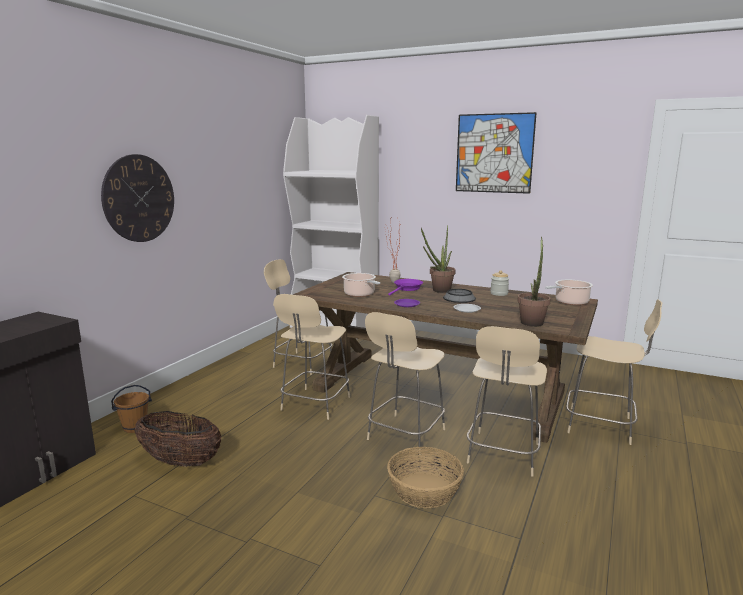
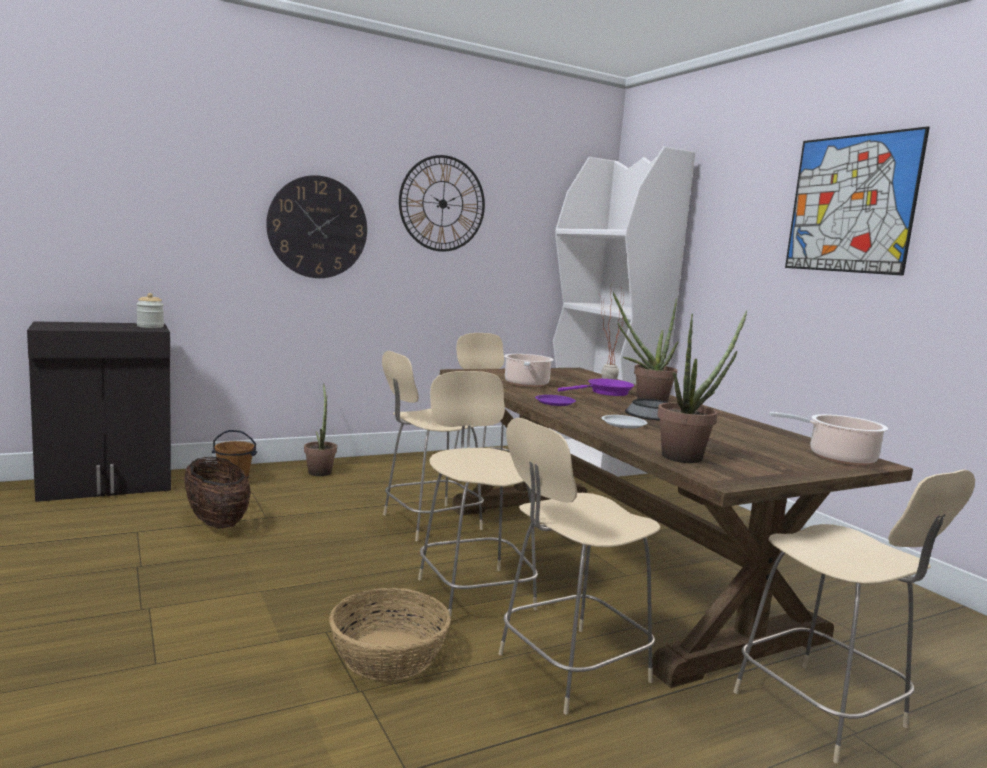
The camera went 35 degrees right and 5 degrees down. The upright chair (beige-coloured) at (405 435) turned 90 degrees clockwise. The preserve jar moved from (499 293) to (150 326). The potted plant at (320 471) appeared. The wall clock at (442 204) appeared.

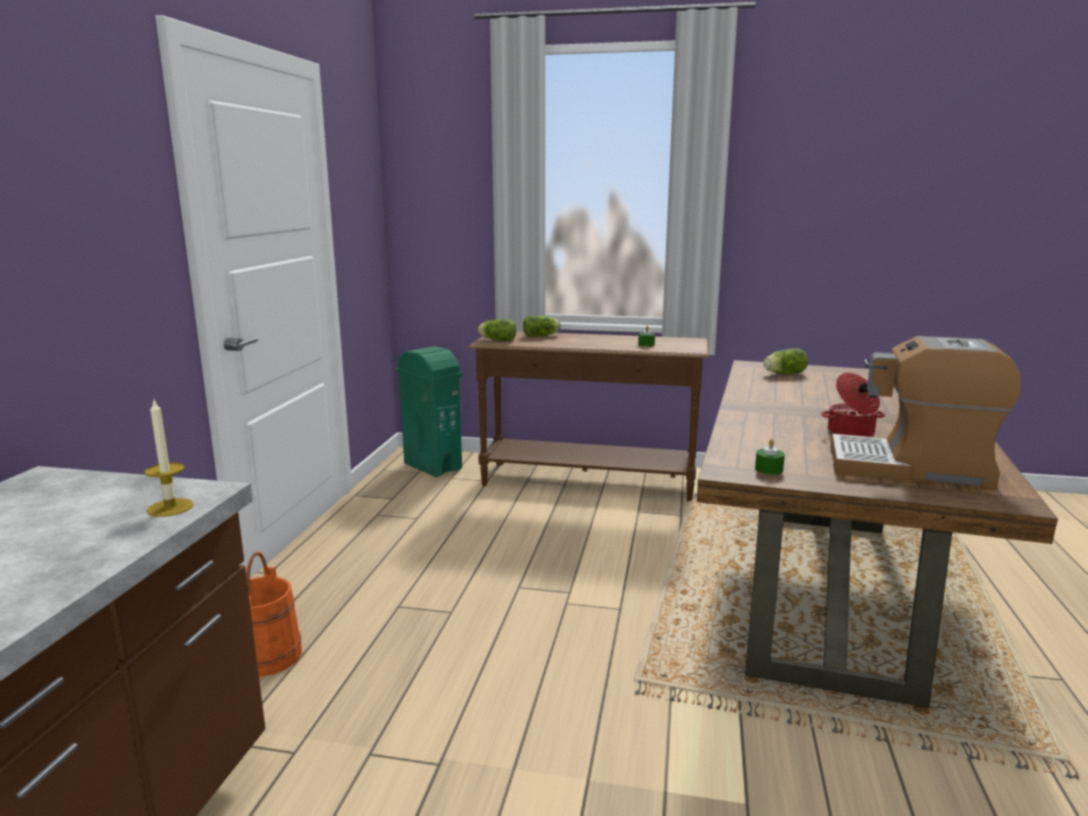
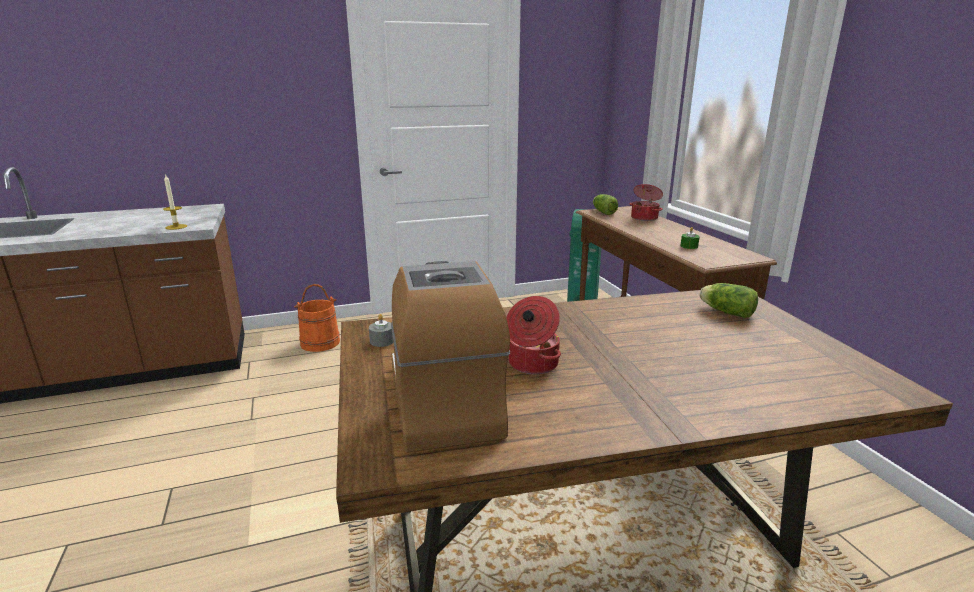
The camera went 60 degrees right and 5 degrees up. The lettuce at (542 336) was replaced by the cooking pot at (645 218). The wax candle (greenish) at (769 469) became the wax candle (grey) at (382 341).

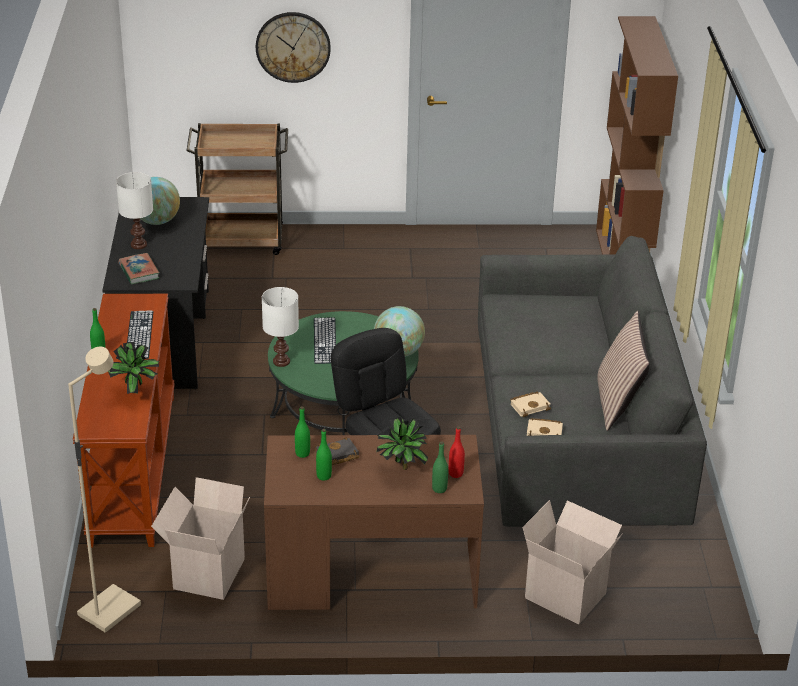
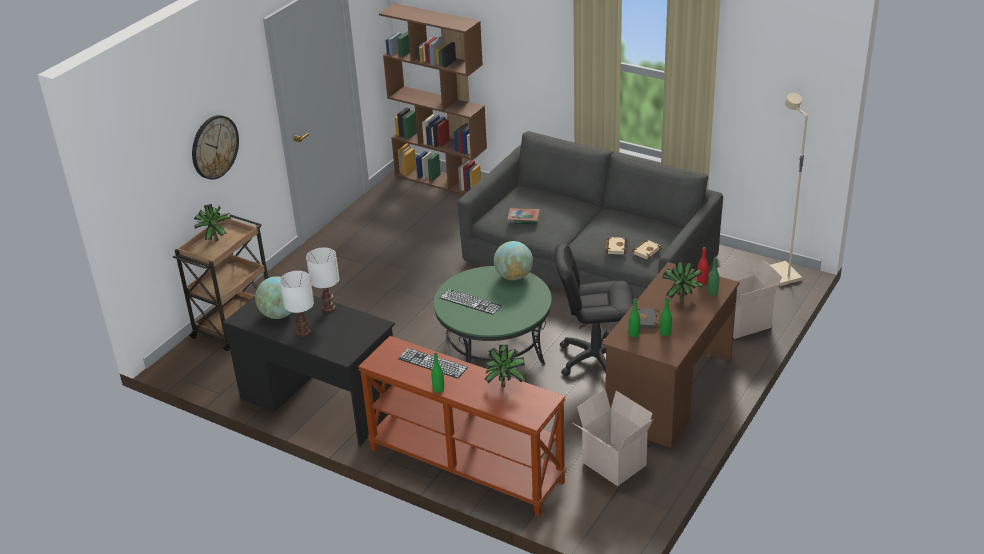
The camera went 55 degrees left and 0 degrees up. The standing lamp (beige-coloured) moved from (109 609) to (781 275). The volume moved from (139 271) to (523 218). The lamp for a table (whitish) moved from (282 362) to (329 308). The pillow at (618 403) disappeared. The potted plant at (215 239) appeared.

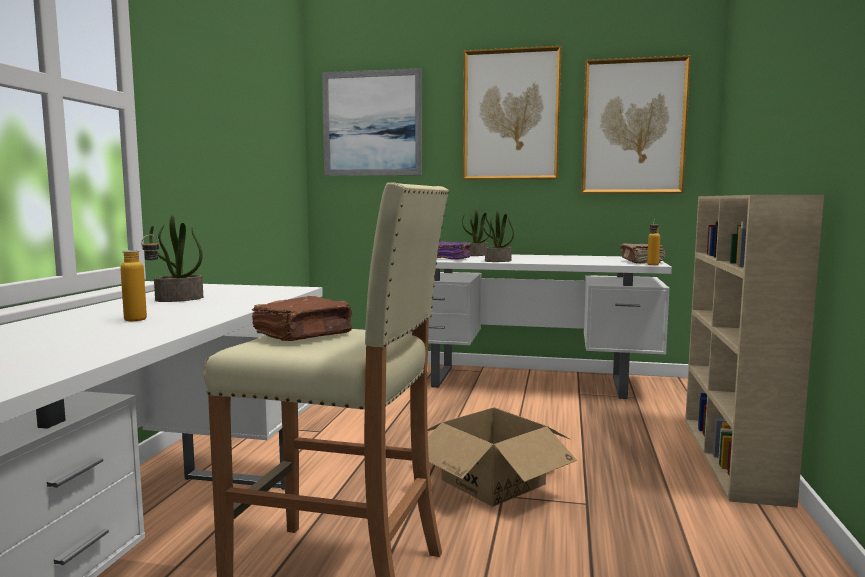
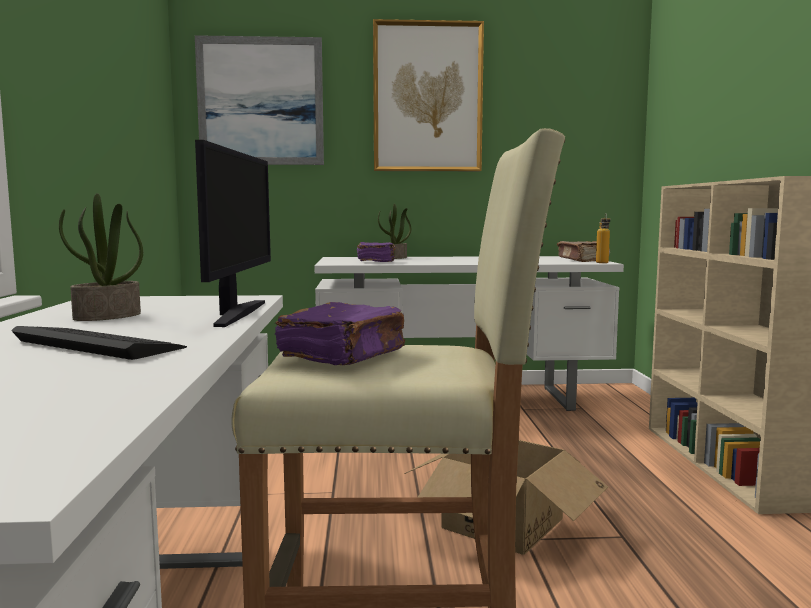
The camera went 15 degrees left and 0 degrees up. The bottle at (144 318) was replaced by the PC keyboard at (98 344). The volume (brownish) at (304 335) became the volume (purple-coloured) at (345 356). The potted plant at (498 261) disappeared. The wall picture at (633 127) disappeared. The monitor at (237 313) appeared.

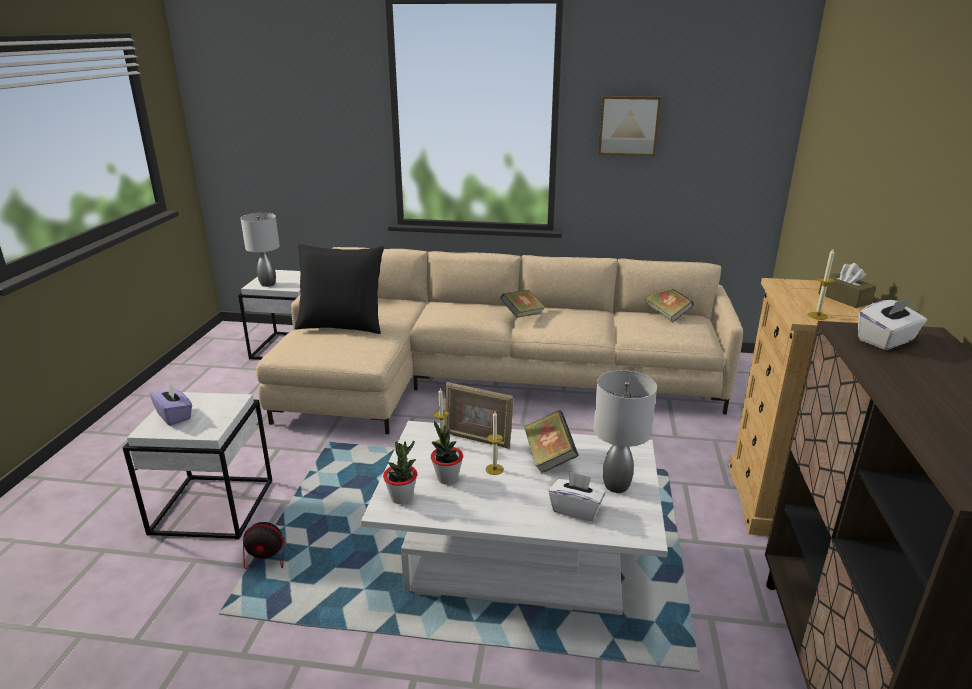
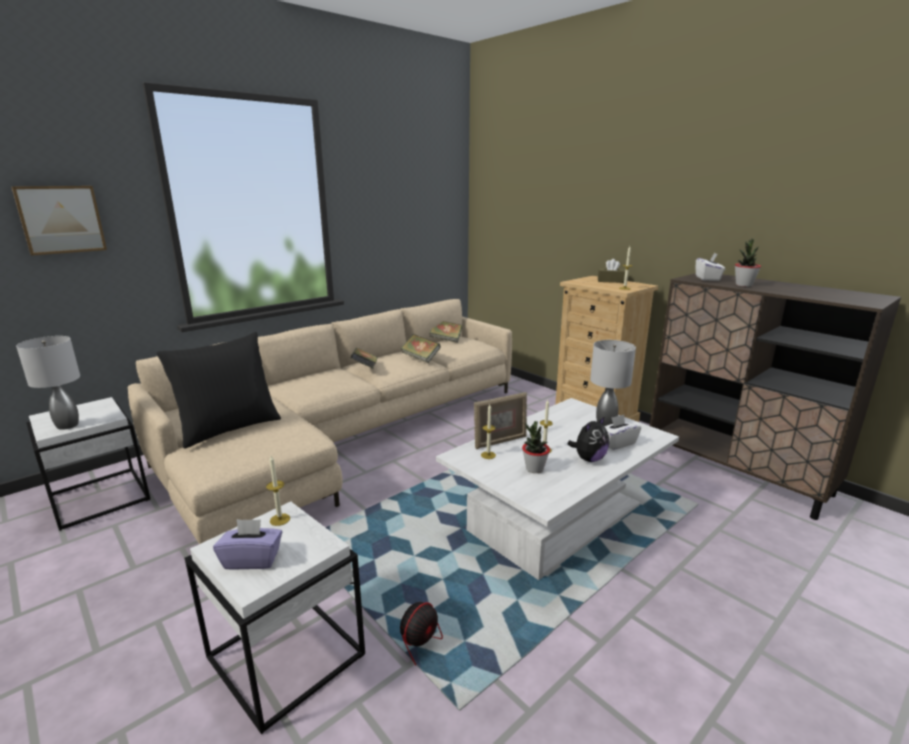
The camera went 50 degrees left and 5 degrees down. The potted plant moved from (402 497) to (743 285). The volume moved from (549 457) to (420 358). The wall picture moved from (628 125) to (61 219). The wax candle at (280 519) appeared. The soft toy at (589 459) appeared.

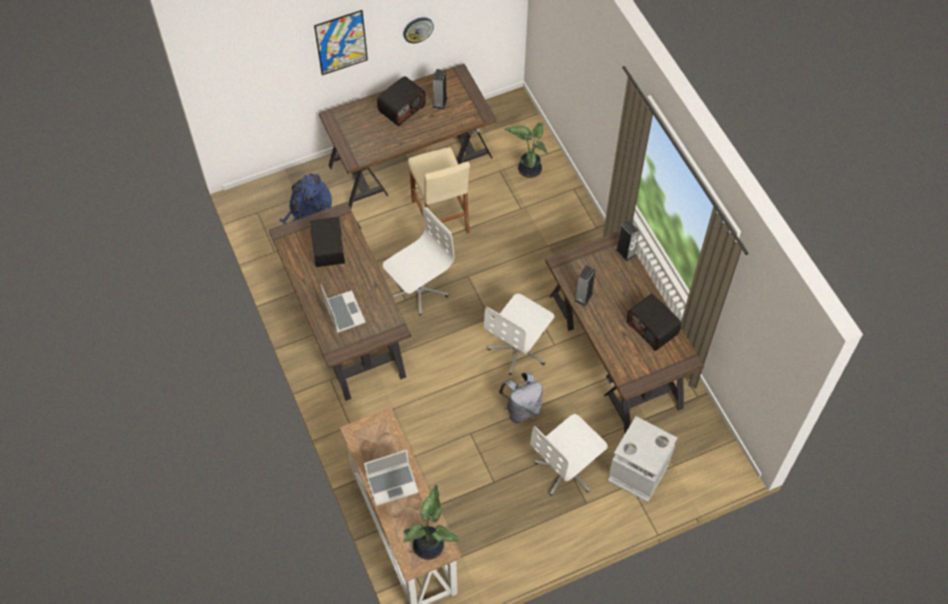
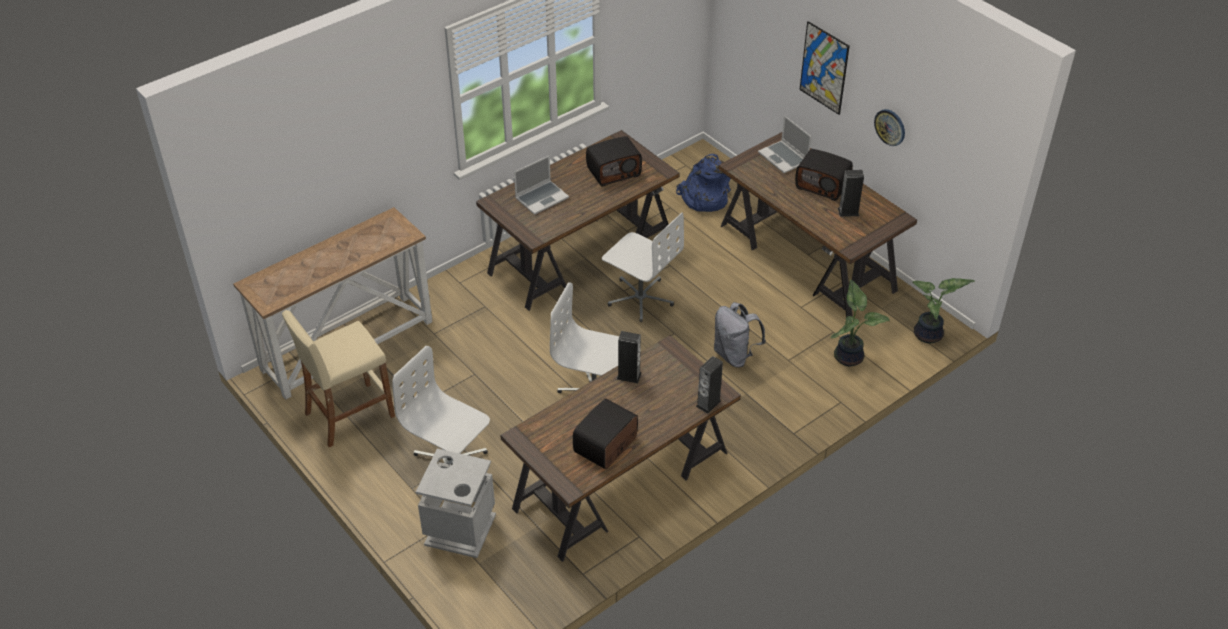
The camera went 75 degrees right and 15 degrees down. The laptop moved from (392 484) to (784 158). The potted plant moved from (430 545) to (929 335). The stool (beige-coloured) moved from (440 217) to (349 415). The backpack (grey) moved from (522 409) to (735 355).

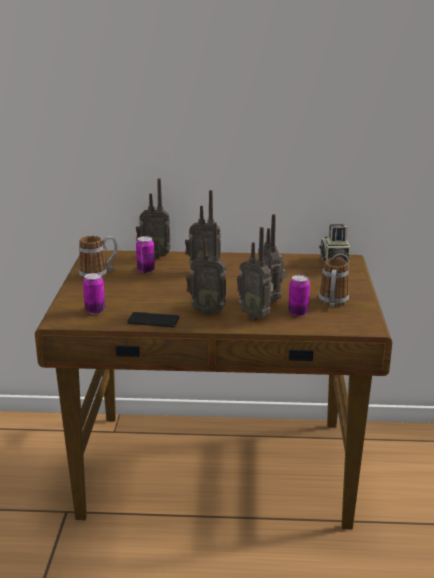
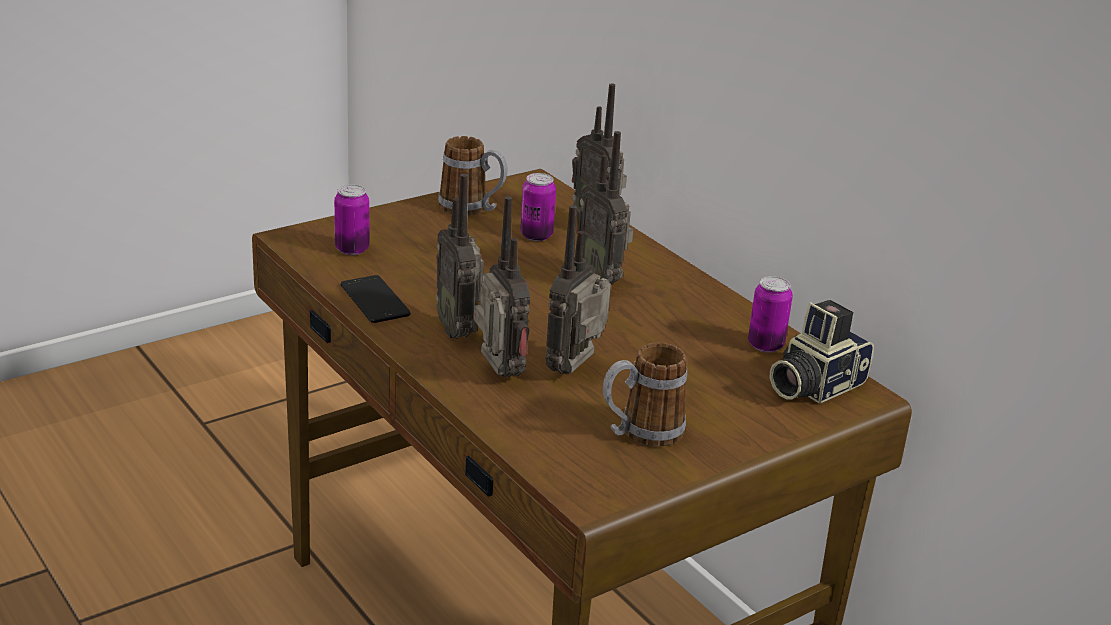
The camera went 50 degrees right and 5 degrees up. The radio at (255 315) turned 150 degrees clockwise. The can moved from (298 313) to (765 345).

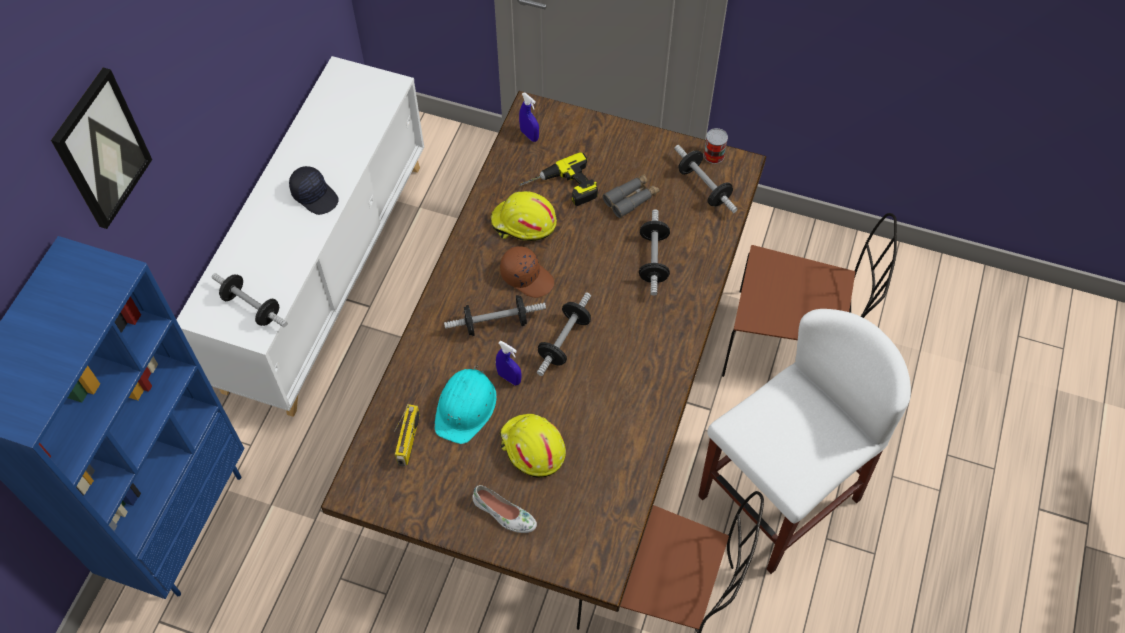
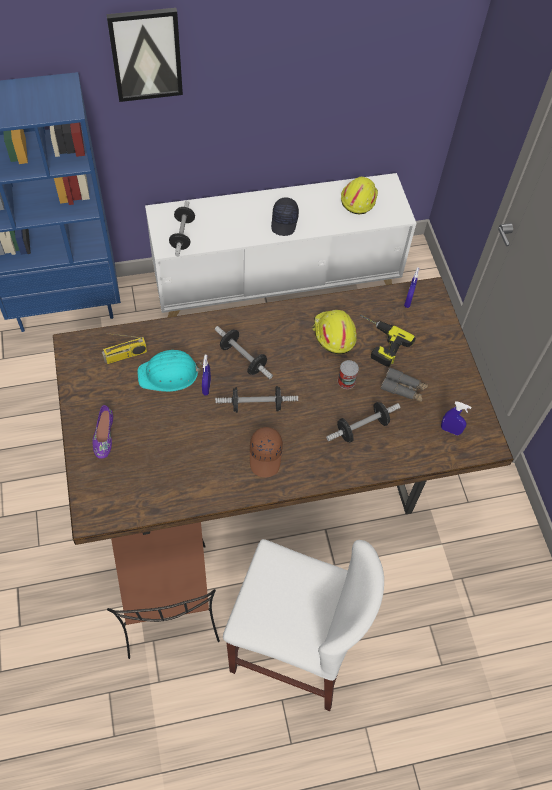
The camera went 55 degrees right and 0 degrees up. The item of footwear (whitish) at (504 514) became the item of footwear (purple-coloured) at (103 436). The baseball cap (brownish) moved from (527 276) to (266 455). The hard hat (yellowish) moved from (532 448) to (358 199). The free weight at (704 187) was replaced by the spray bottle (blue) at (450 430). The can moved from (714 155) to (346 381). The upright chair (brownish) at (791 345) disappeared.

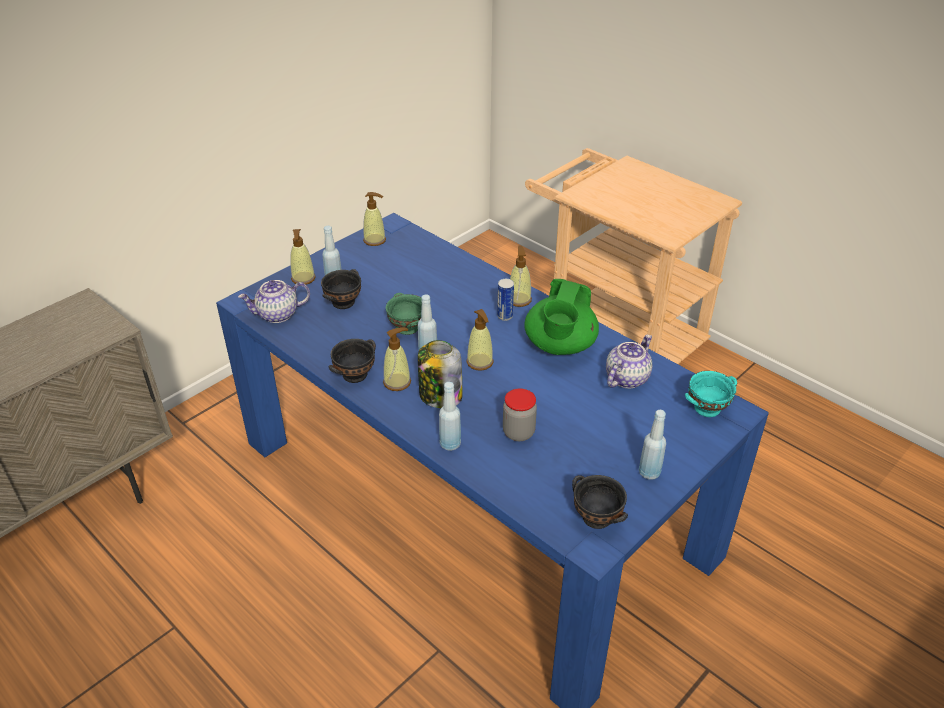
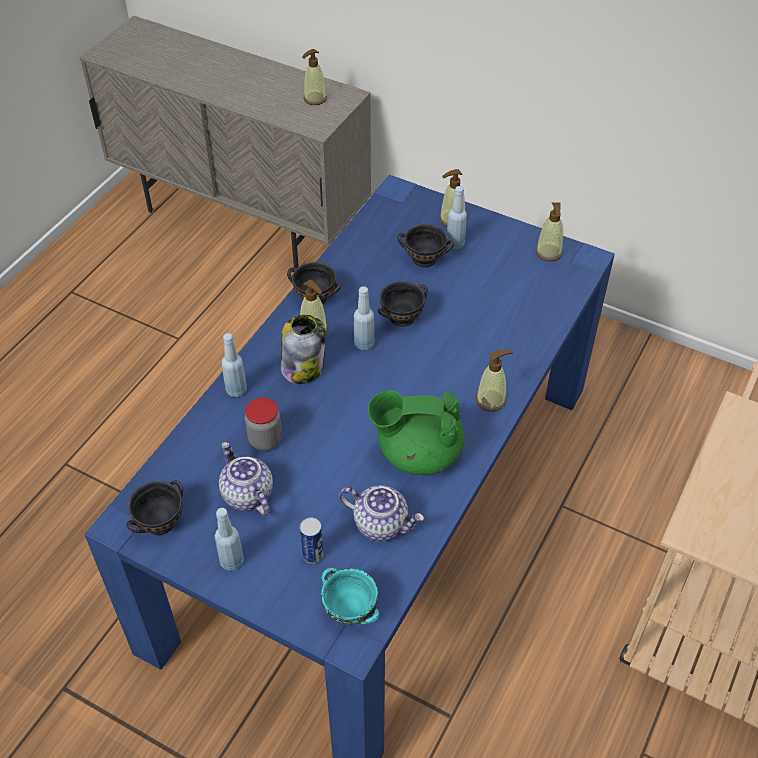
The camera went 75 degrees right and 10 degrees up. The tea pot moved from (277 315) to (246 494). The serving bowl (greenish) at (407 327) became the serving bowl (black-coloured) at (403 317). The soap bottle moved from (480 362) to (315 99). The can moved from (505 316) to (313 555).

